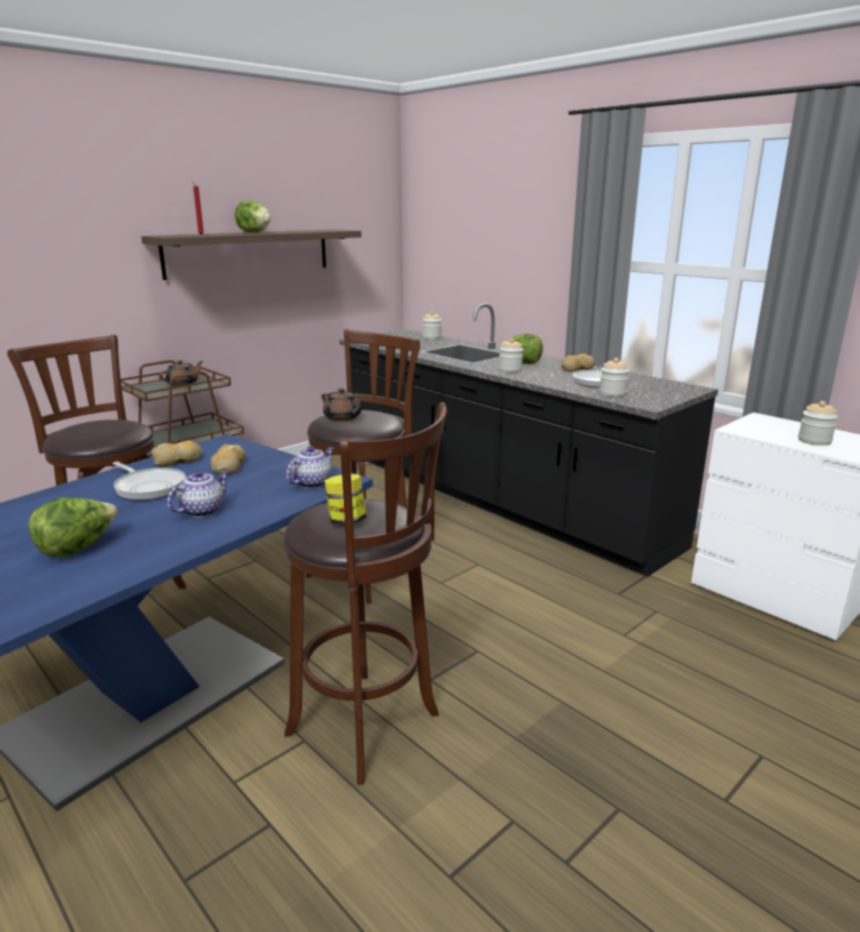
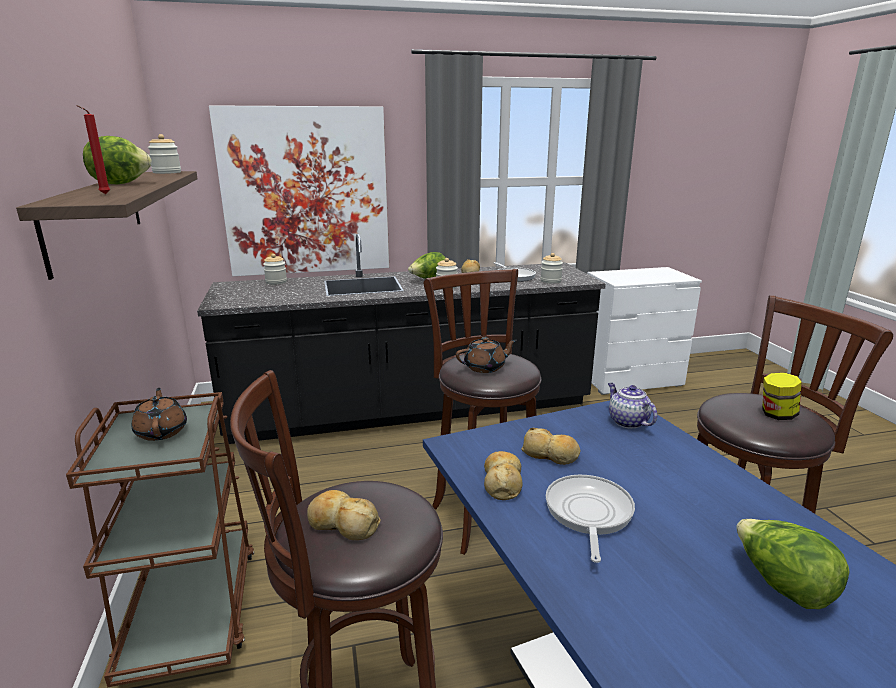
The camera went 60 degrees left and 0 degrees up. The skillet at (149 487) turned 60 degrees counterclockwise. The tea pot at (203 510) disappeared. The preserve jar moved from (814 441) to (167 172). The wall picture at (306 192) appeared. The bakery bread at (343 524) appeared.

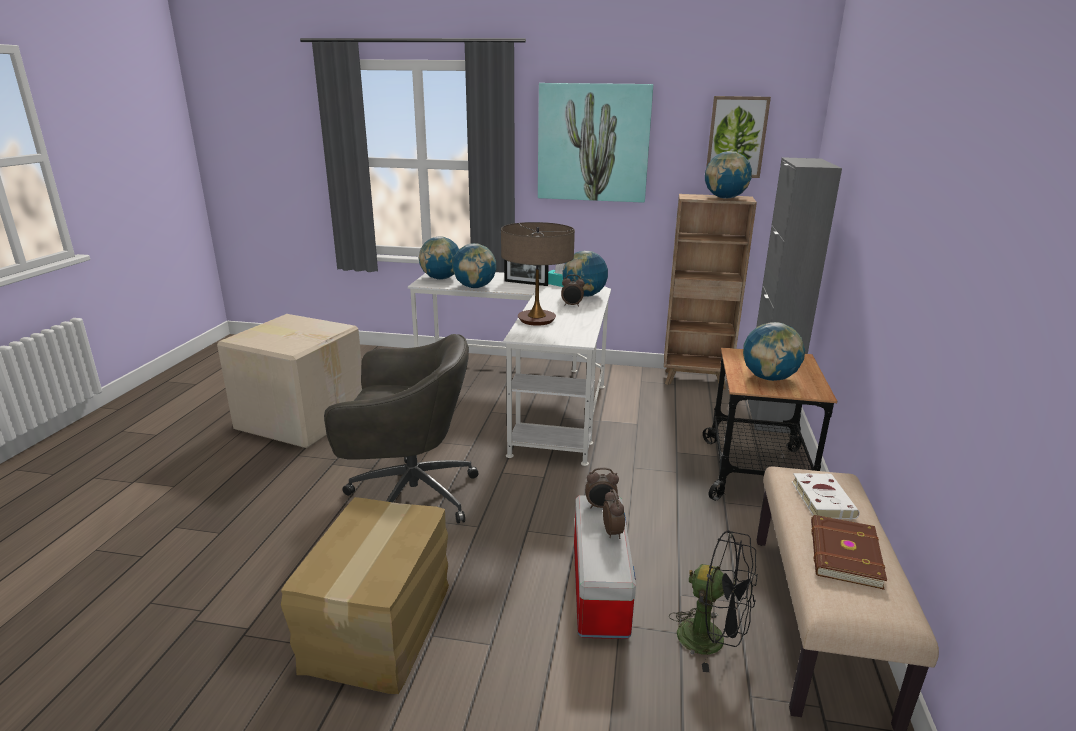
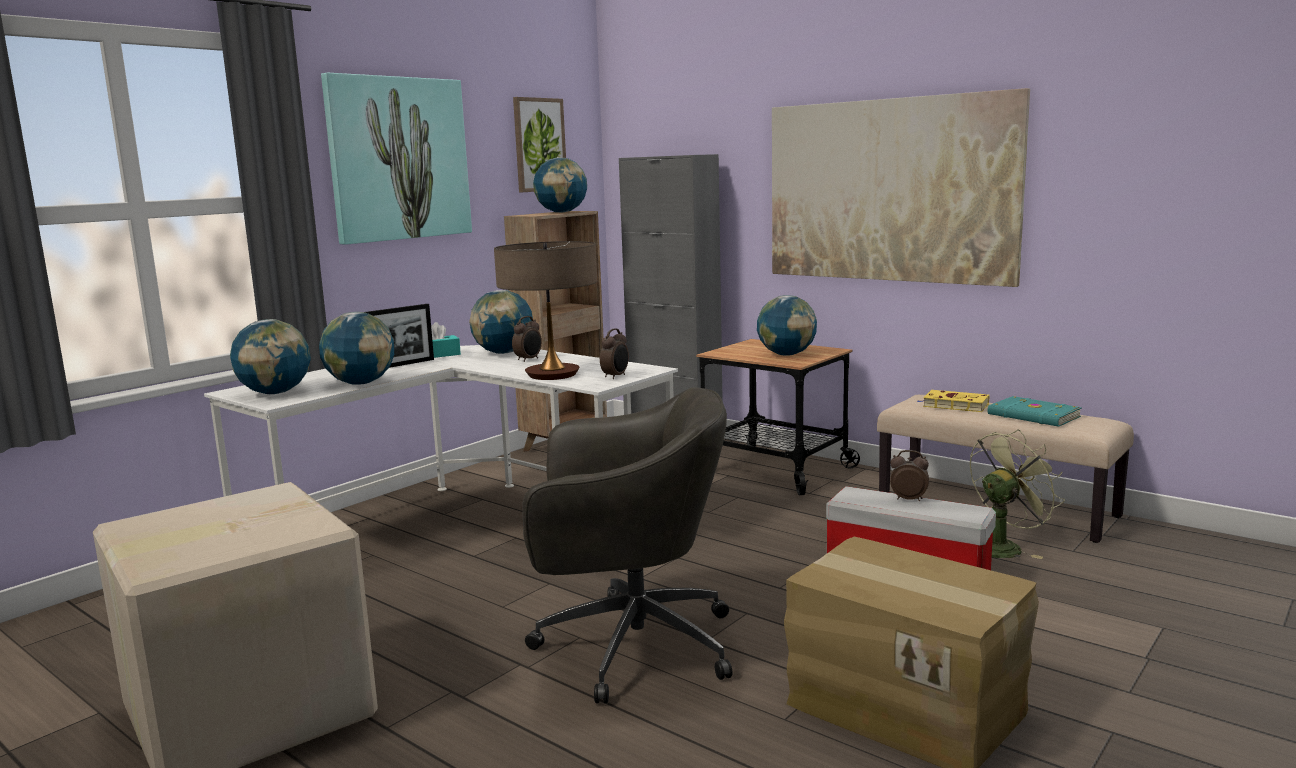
The camera went 60 degrees left and 10 degrees down. The office chair (grey) at (409 495) turned 60 degrees clockwise. The alarm clock moved from (600 506) to (616 376). The electric fan (black-coloured) at (712 640) became the electric fan (greenish) at (1003 547). The volume (whitish) at (821 498) became the volume (yellowish) at (953 405). The volume (brownish) at (843 554) became the volume (blue-green) at (1033 416). The wall picture at (888 190) appeared.

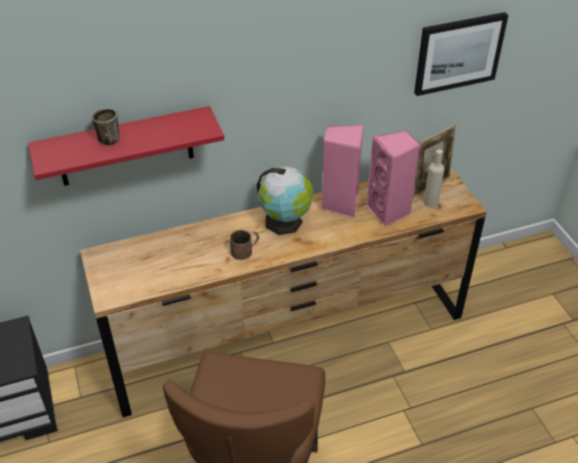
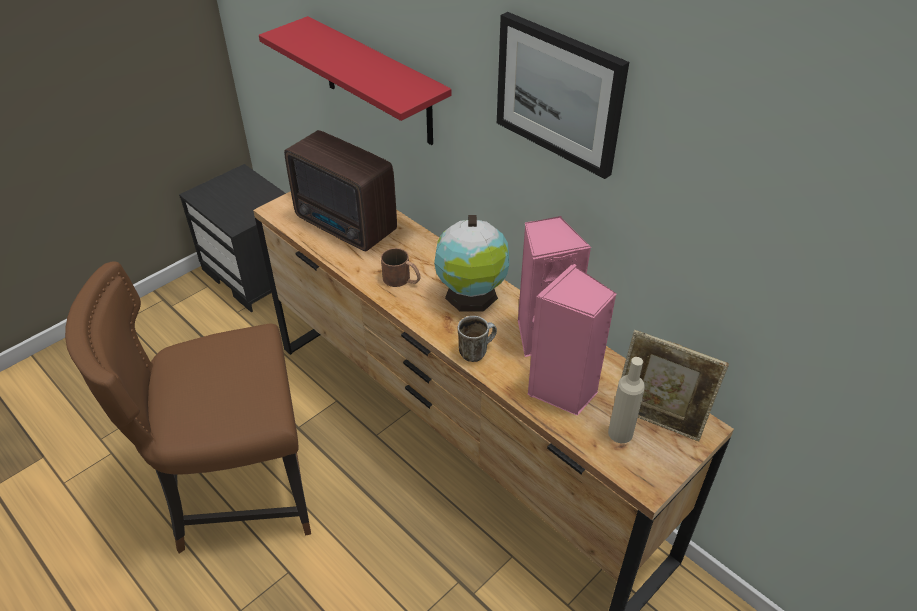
The camera went 65 degrees right and 0 degrees up. The coffee mug moved from (108 137) to (476 351). The wall picture moved from (458 53) to (559 93). The radio at (346 227) appeared.

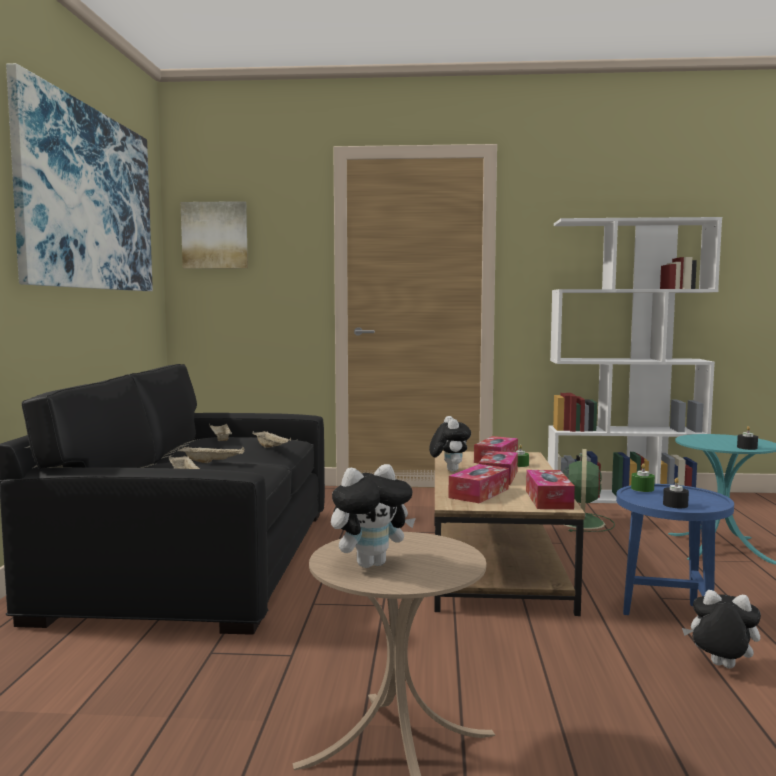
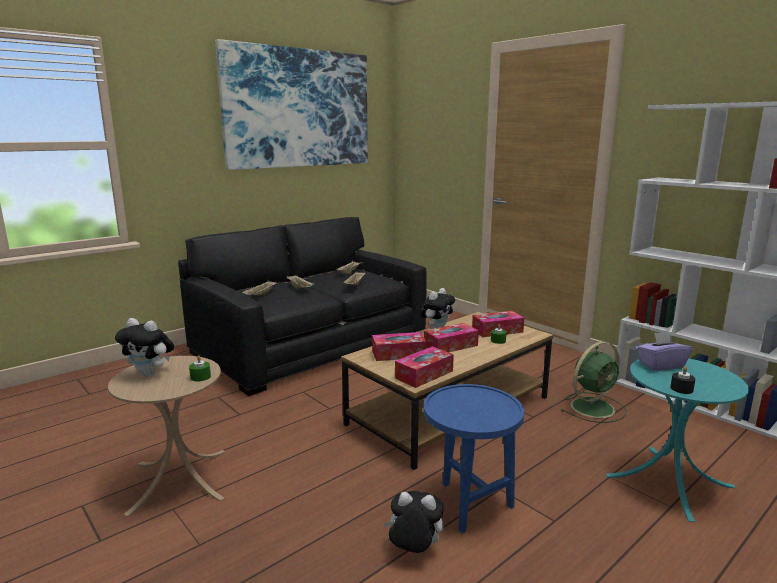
The camera went 45 degrees right and 10 degrees up. The wall picture at (215 235) disappeared. The wax candle (greenish) moved from (642 489) to (200 377). The wax candle (black-coloured) at (675 505) disappeared. The soft toy at (720 667) turned 60 degrees counterclockwise. The tissue box (purple-coloured) at (661 365) appeared.

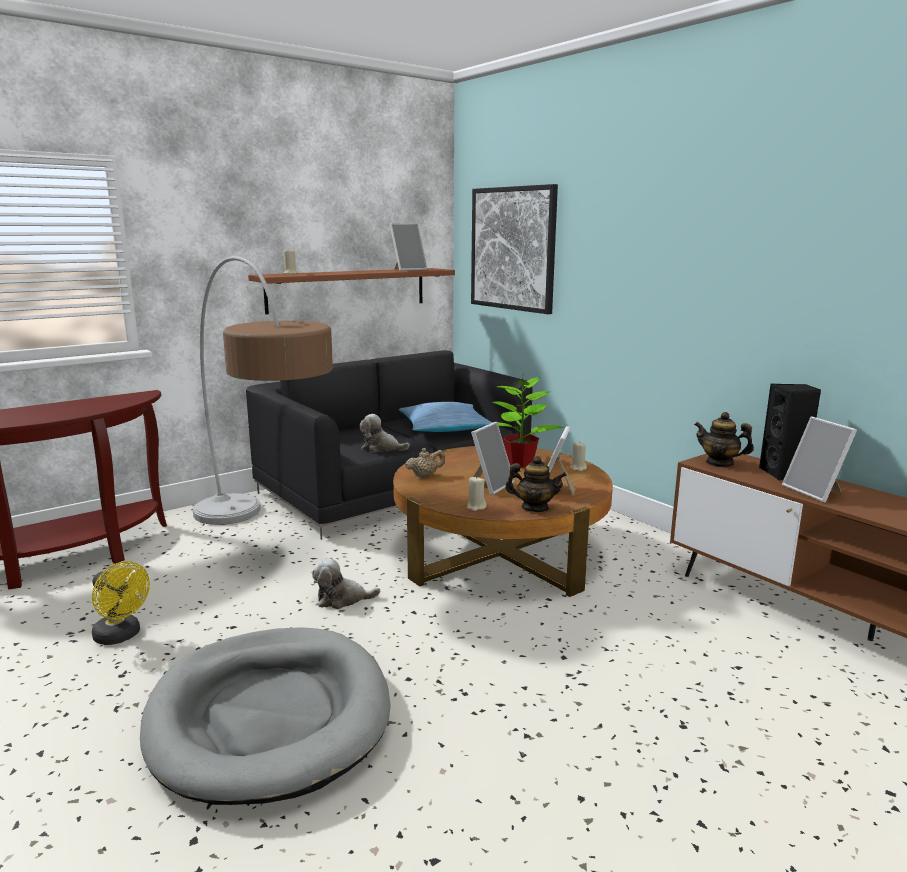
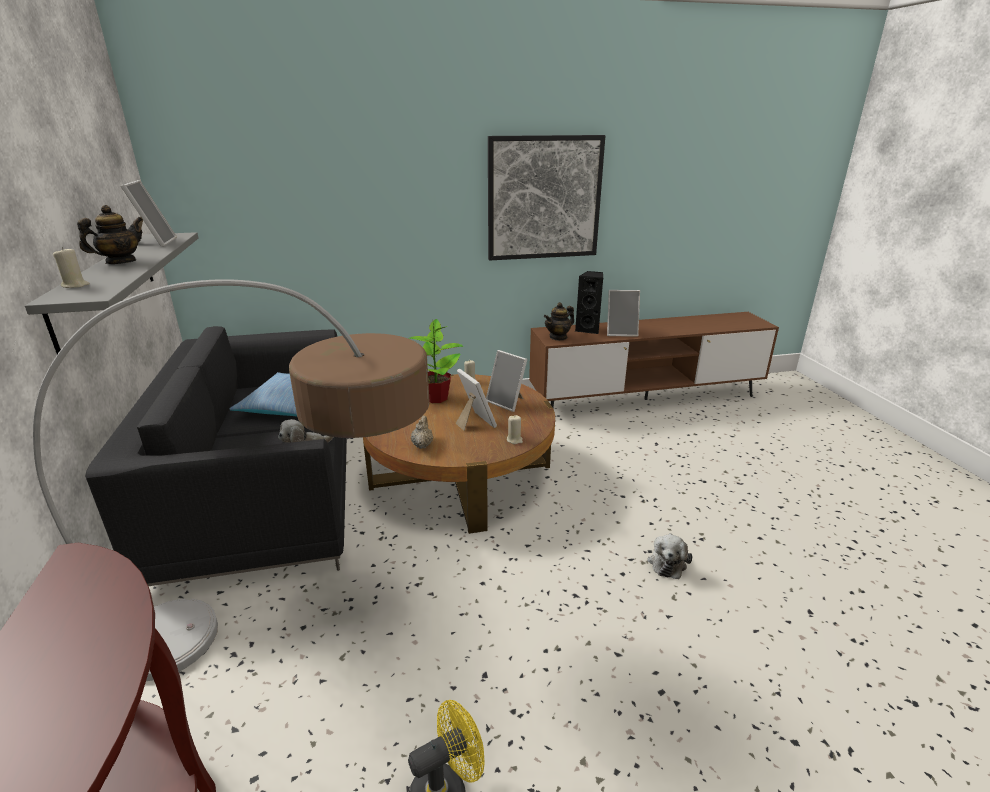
The camera went 65 degrees left and 10 degrees up. The pet bed (grey) at (269 716) disappeared. The bracket shelf (brownish) at (348 289) became the bracket shelf (grey) at (106 287). The soft toy moved from (342 599) to (667 562). The wall picture moved from (512 249) to (544 198). The tea pot moved from (534 508) to (120 262).

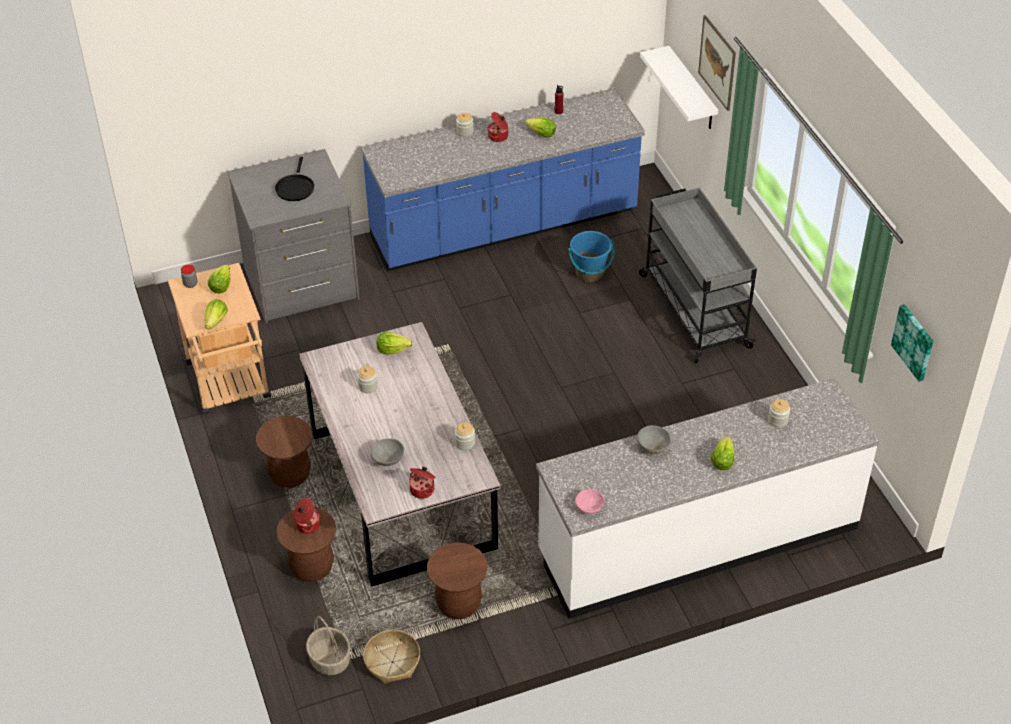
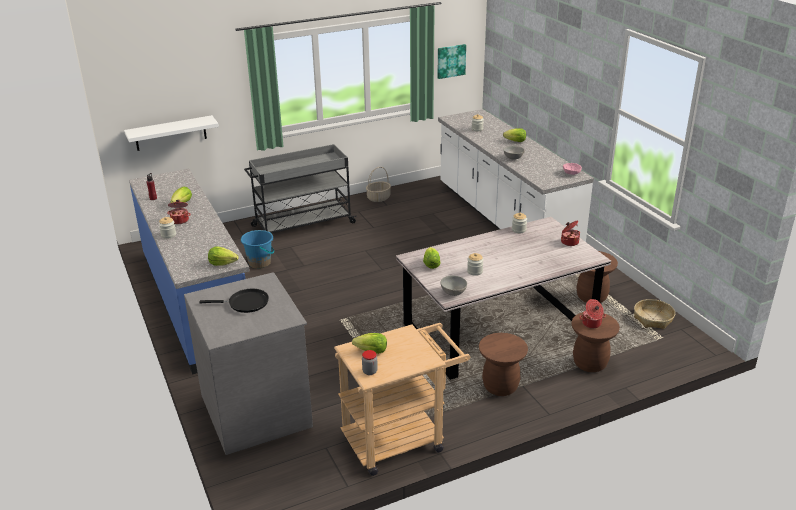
The camera went 95 degrees left and 15 degrees down. The lettuce moved from (216 321) to (222 263). The household basket moved from (329 660) to (378 198). The serving bowl (grey) moved from (388 460) to (453 292). The wall picture at (717 62) disappeared.

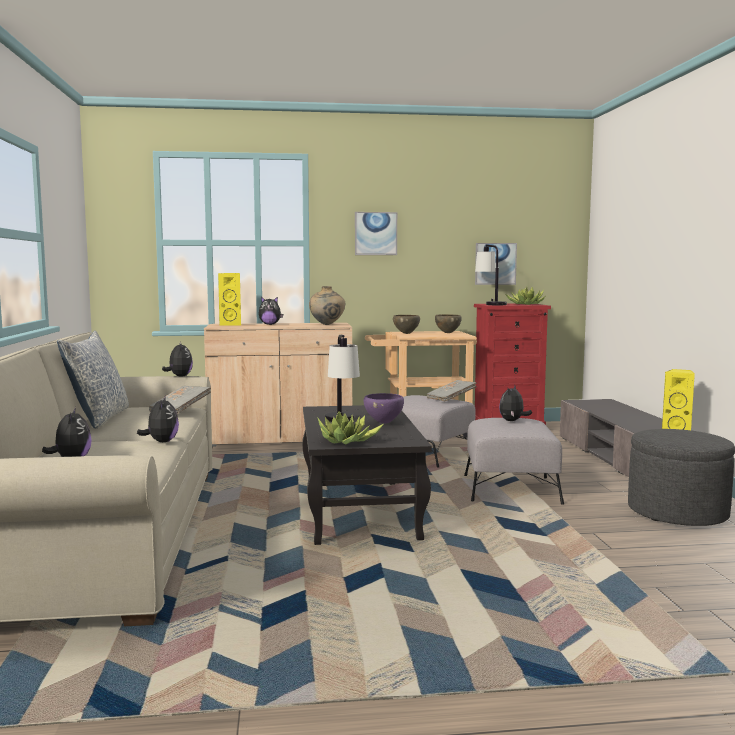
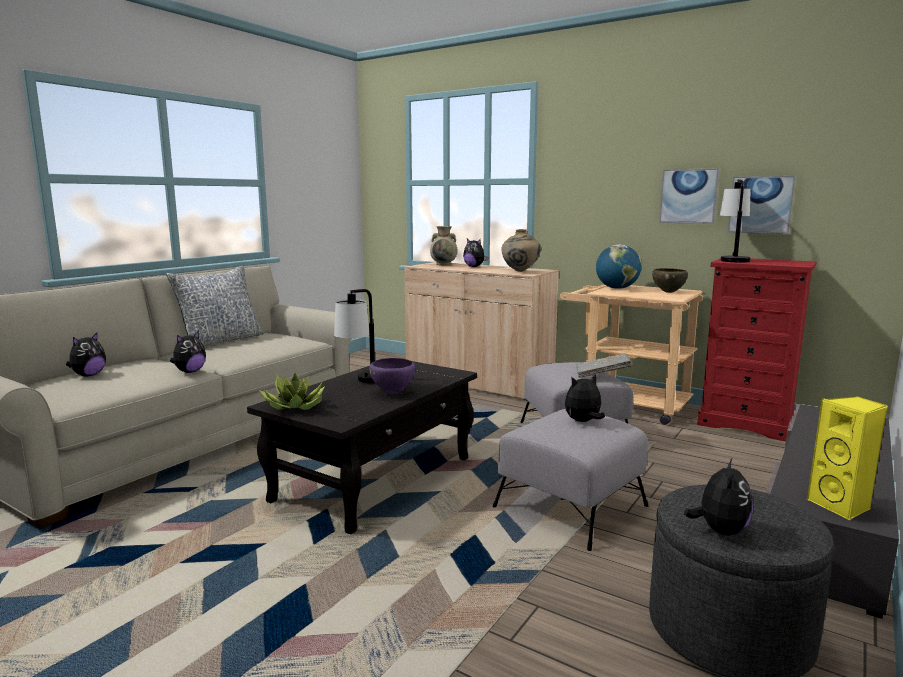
The camera went 40 degrees right and 5 degrees up. The volume (grey) at (180 409) disappeared. The soft toy moved from (179 376) to (719 530). The audio speaker (yellowish) at (231 324) was replaced by the decorative vase (beige-coloured) at (444 264). The wall picture moved from (375 233) to (688 196). The serving bowl (brownish) at (406 333) was replaced by the desk globe at (617 288). The potted plant at (525 304) disappeared.

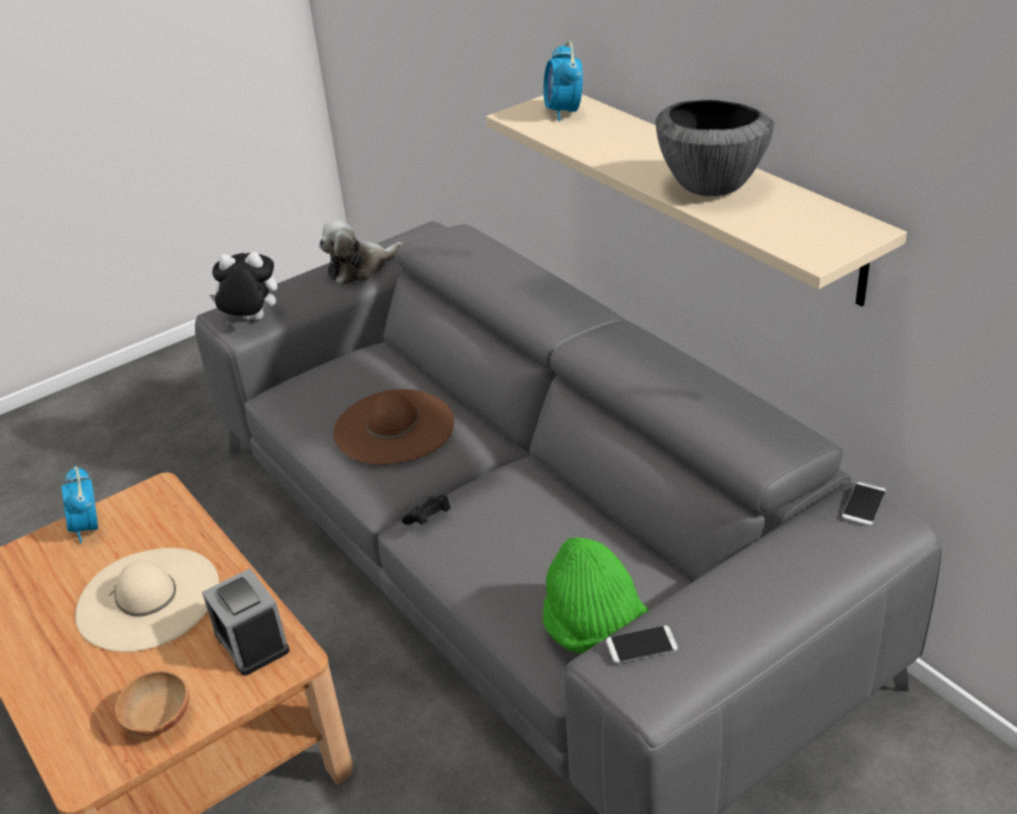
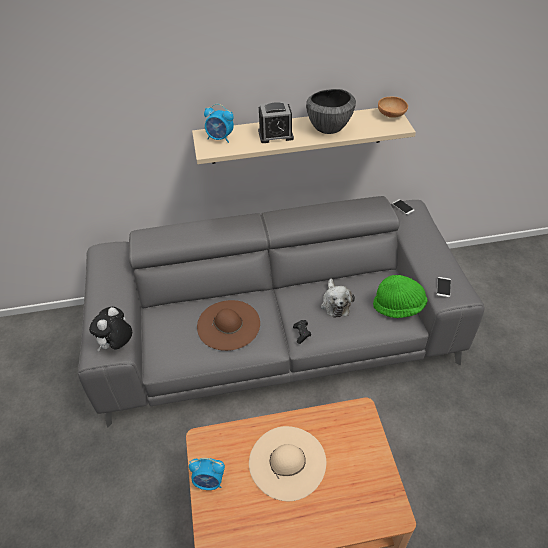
The camera went 65 degrees left and 10 degrees up. The serving bowl (brownish) moved from (157 720) to (391 116). The alarm clock moved from (251 642) to (275 135). The soft toy moved from (360 268) to (335 303).

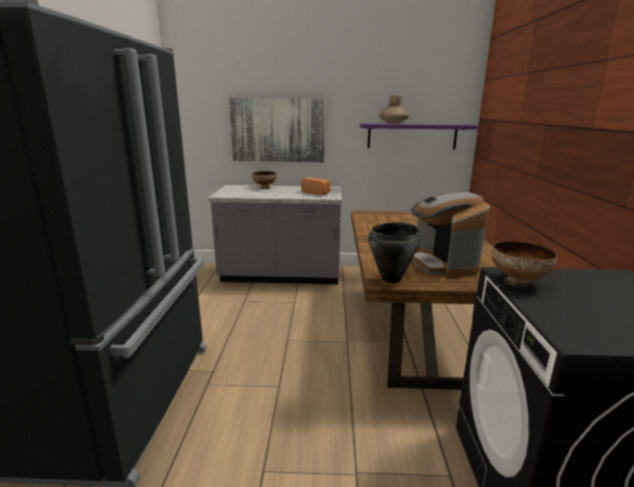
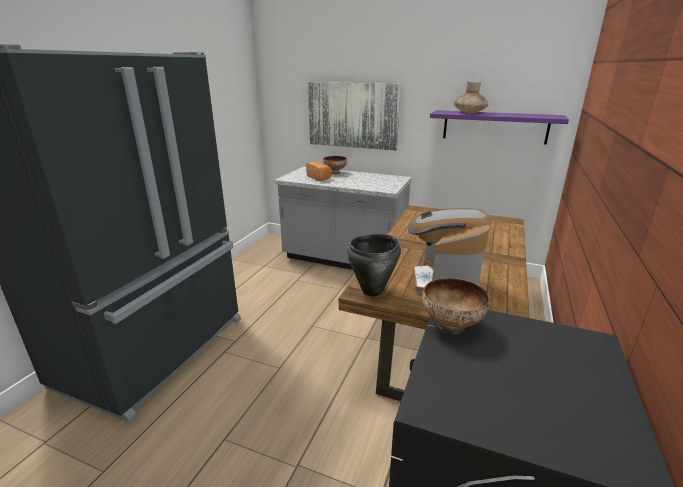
The camera went 20 degrees right and 5 degrees up. The bakery bread moved from (316 193) to (319 178).

